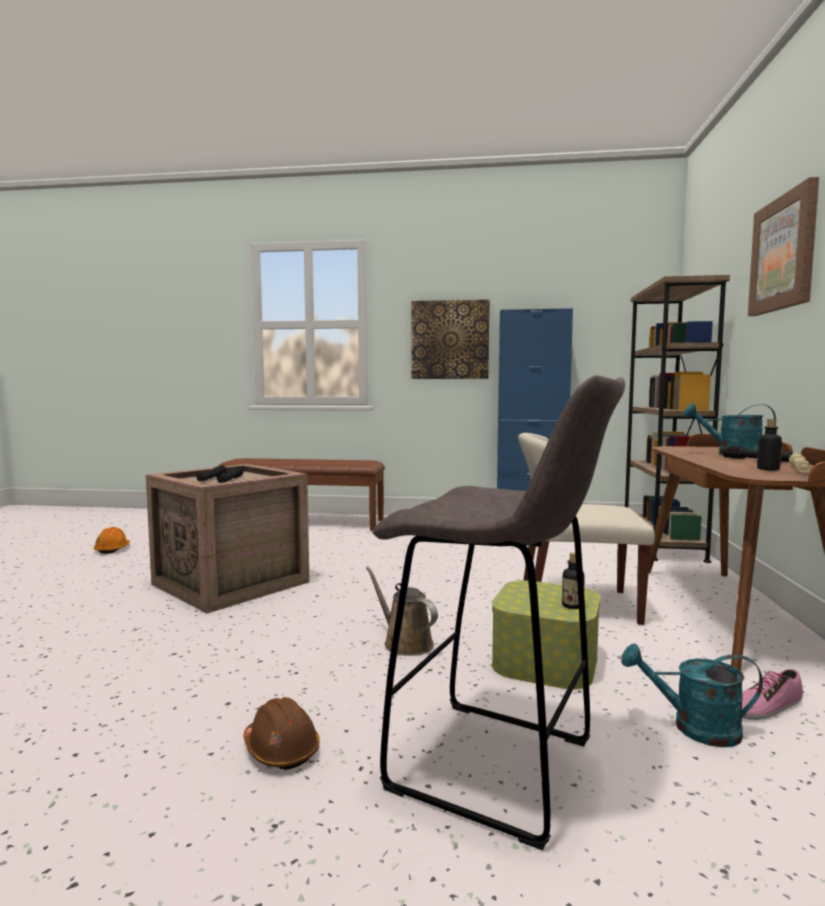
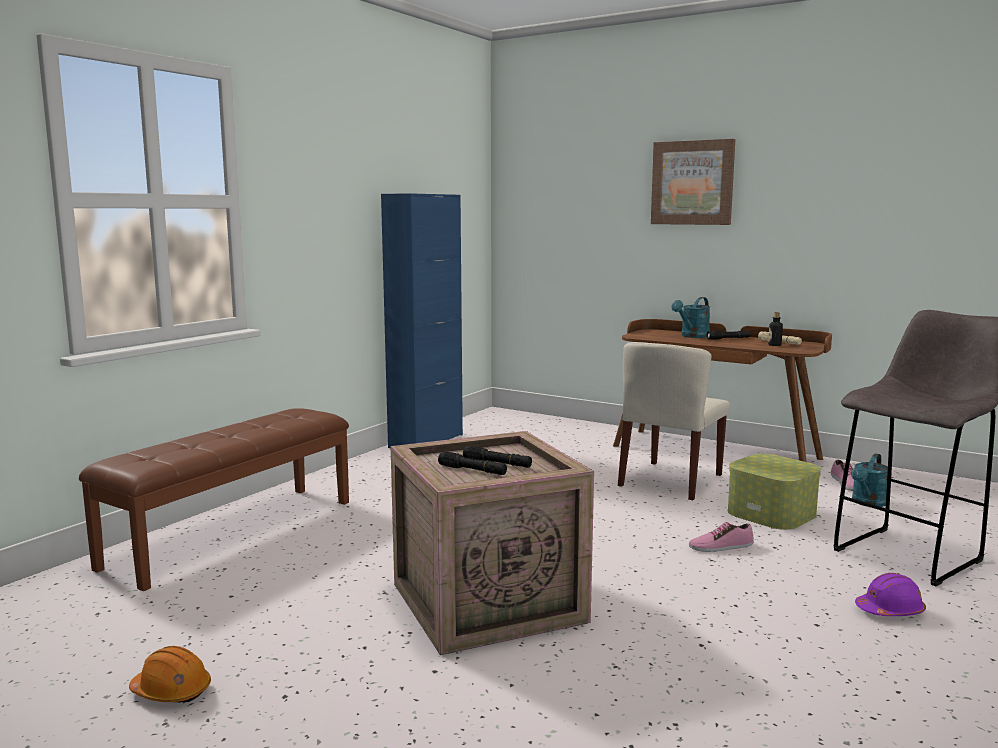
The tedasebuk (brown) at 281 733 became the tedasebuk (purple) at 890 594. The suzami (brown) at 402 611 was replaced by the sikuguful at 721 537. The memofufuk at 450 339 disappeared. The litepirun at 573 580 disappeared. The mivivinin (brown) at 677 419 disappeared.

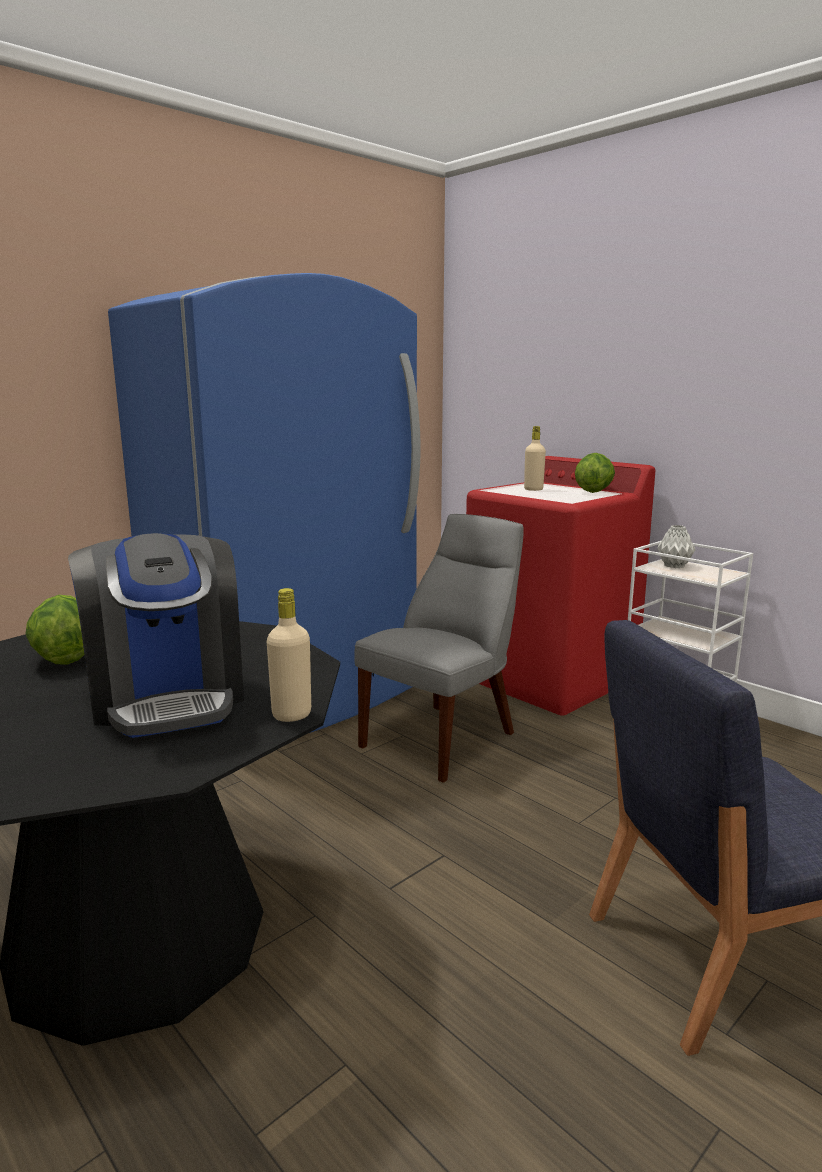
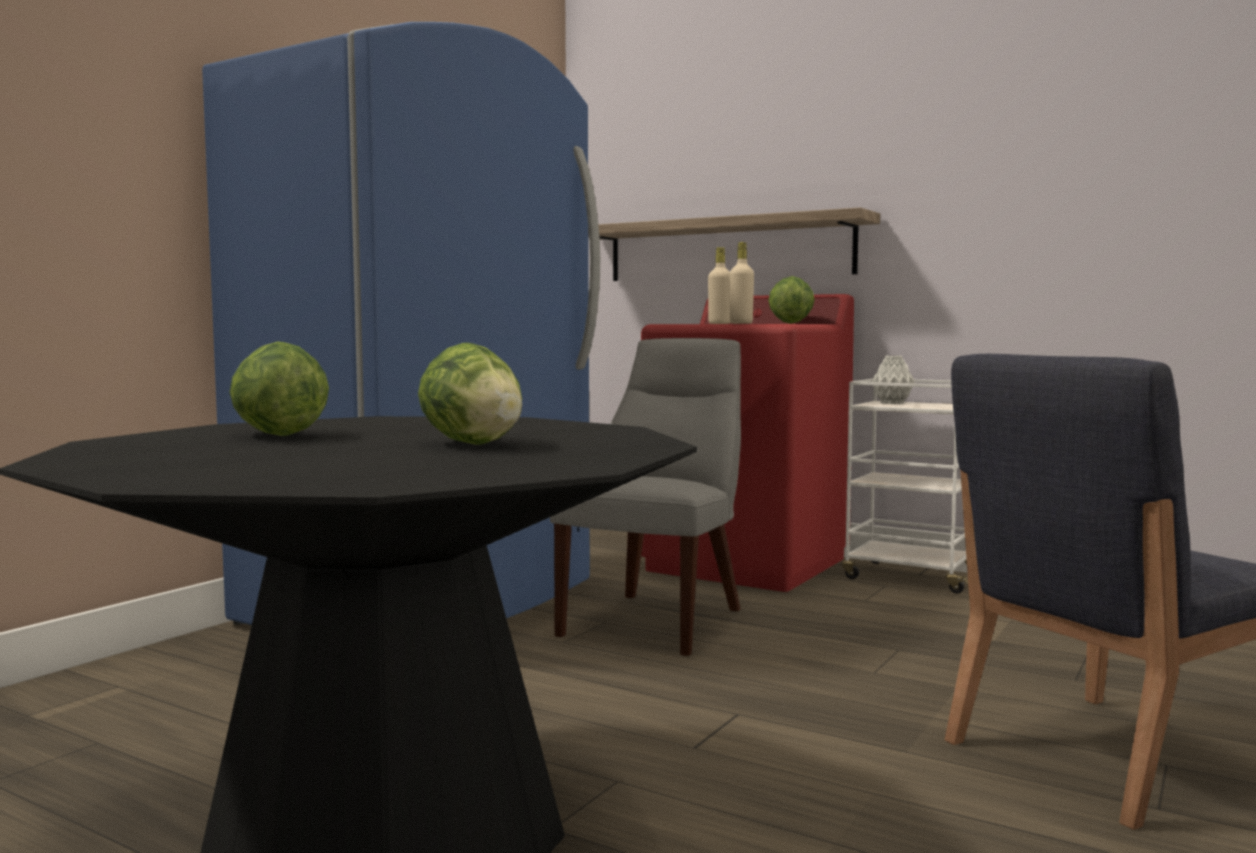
The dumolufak at 156 635 was replaced by the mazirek at 470 394. The litepirun (beige) moved from 289 655 to 742 283. The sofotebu at 734 244 appeared.

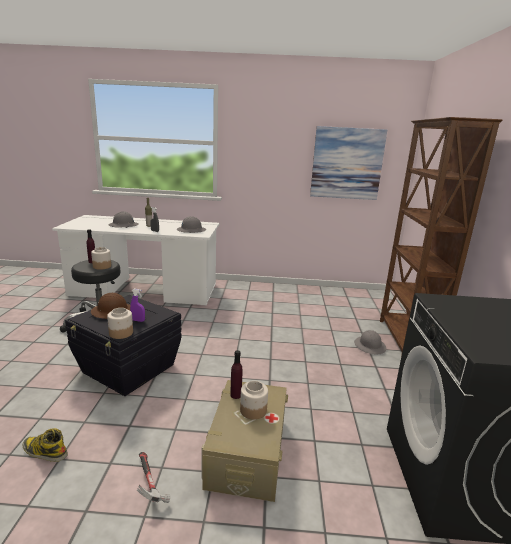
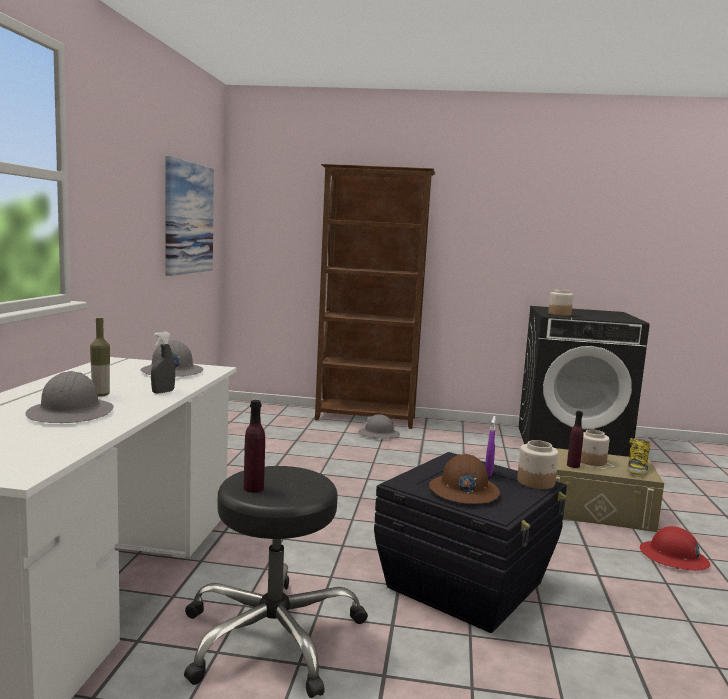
The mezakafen moved from 45 445 to 638 456. The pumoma moved from 101 258 to 561 302. The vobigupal at 153 477 was replaced by the tedasebuk (red) at 675 548.

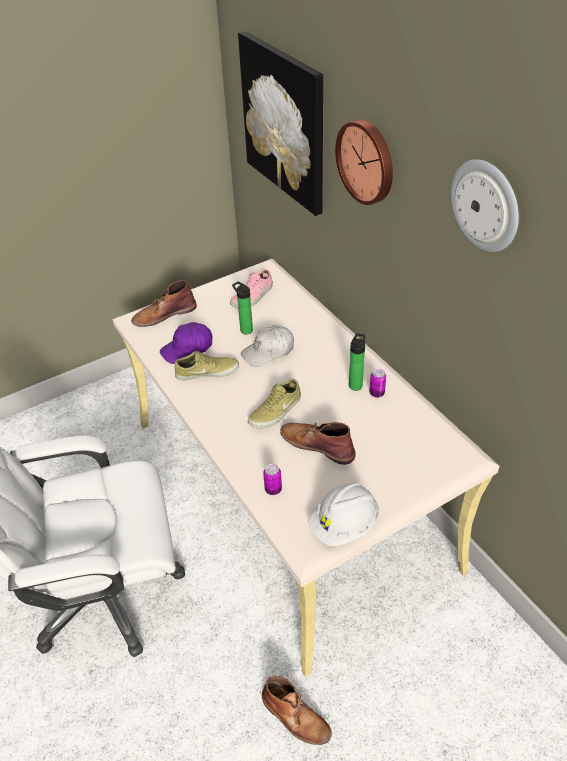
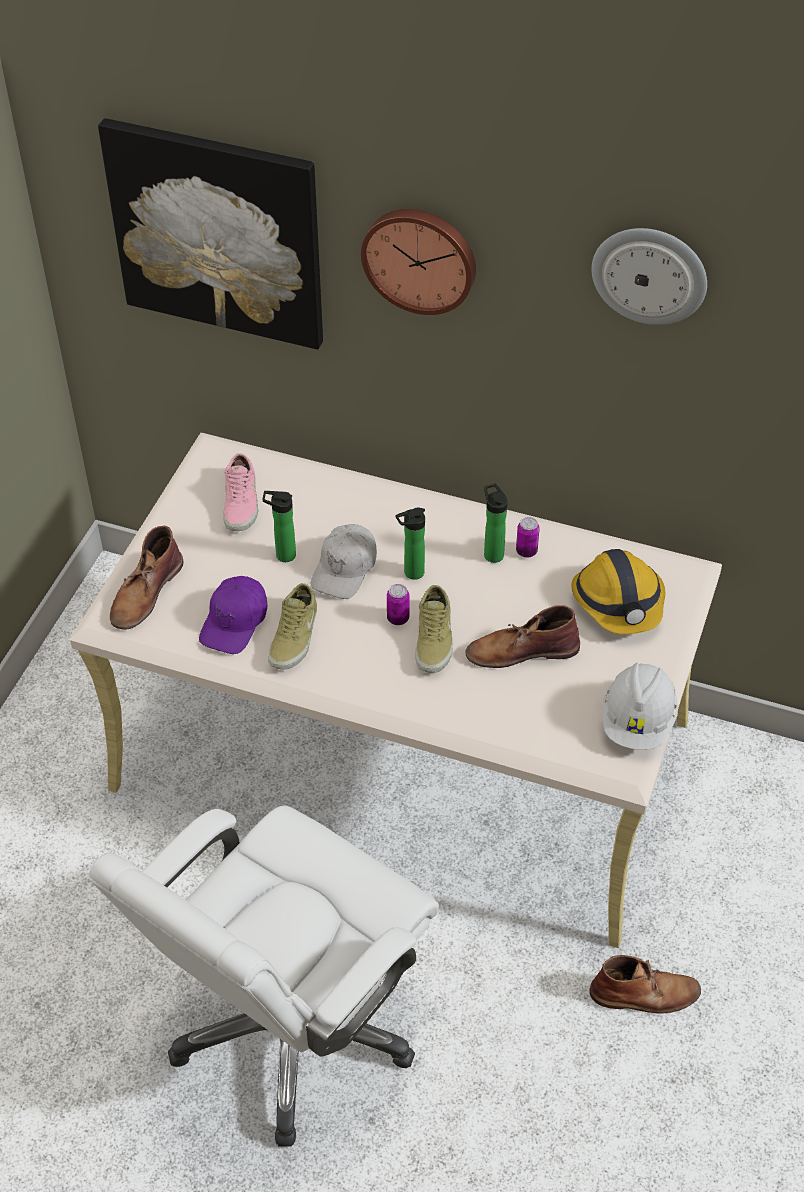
The sikuguful (beige) at 206 365 turned 150 degrees clockwise. The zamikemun moved from 272 479 to 398 604. The litepirun at 410 544 appeared. The tedasebuk at 618 591 appeared.

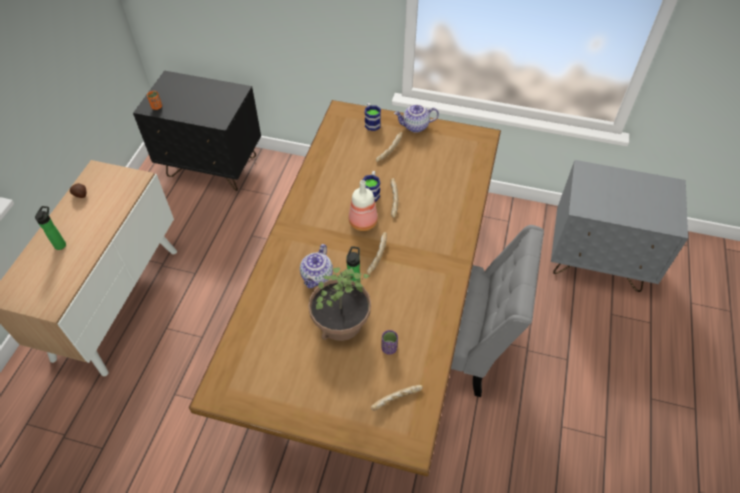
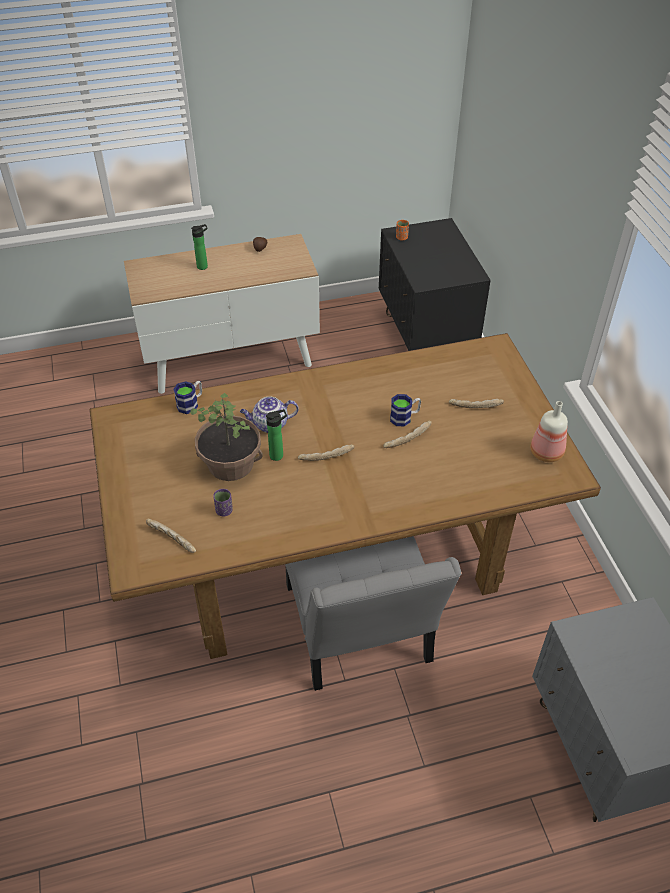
The litepirun moved from 363 205 to 549 431. The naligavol moved from 373 117 to 187 397. The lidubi at 416 118 disappeared.

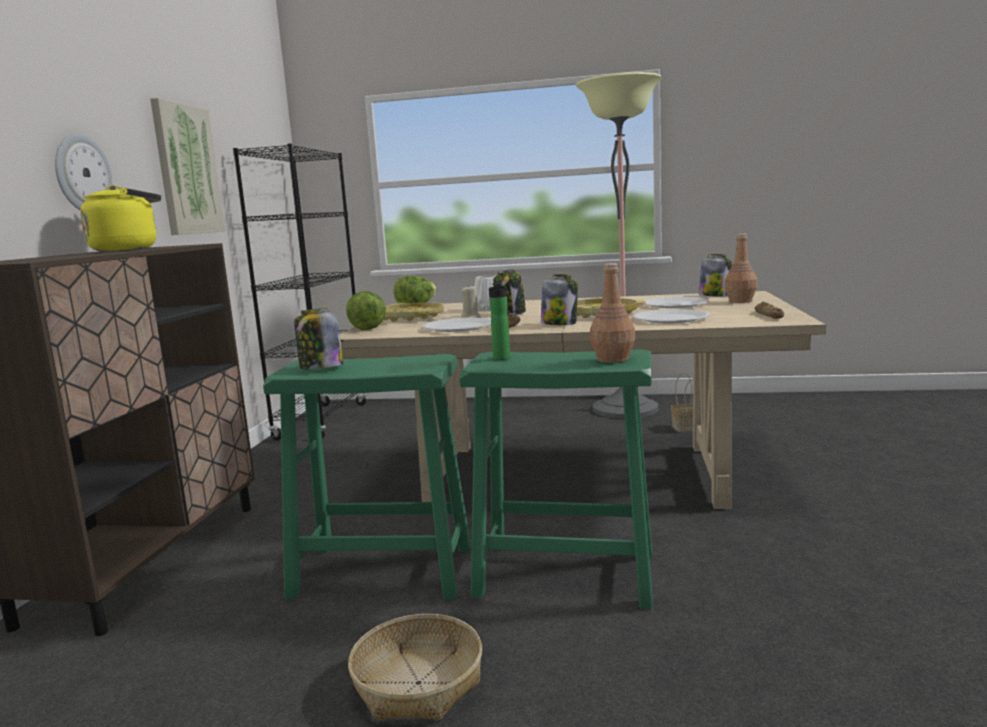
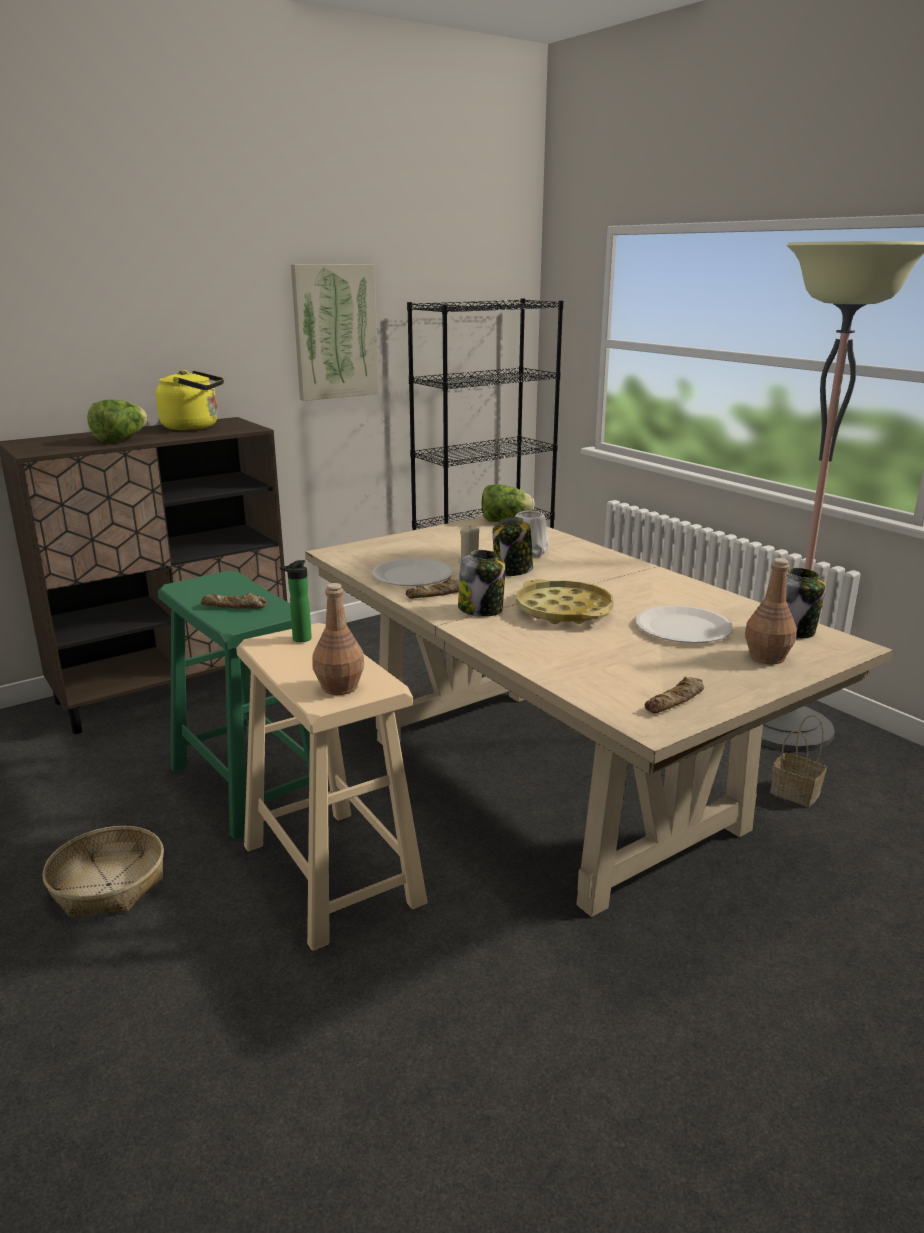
The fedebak at 83 171 disappeared. The pumoma at 318 338 disappeared. The mazirek moved from 366 310 to 117 421. The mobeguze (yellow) at 414 312 disappeared. The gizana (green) at 556 479 became the gizana (beige) at 331 787. The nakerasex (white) at 671 316 disappeared. The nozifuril at 234 600 appeared.

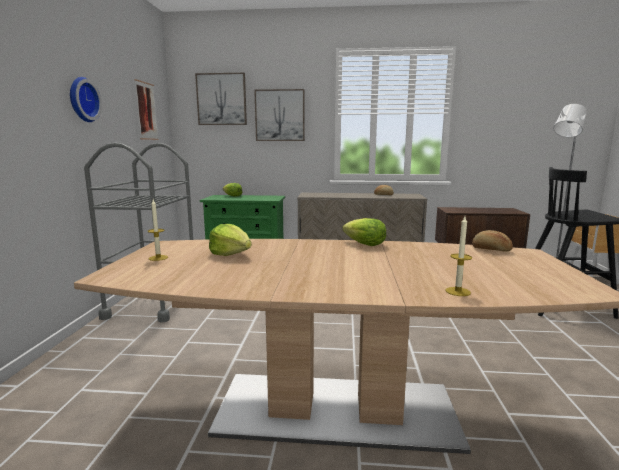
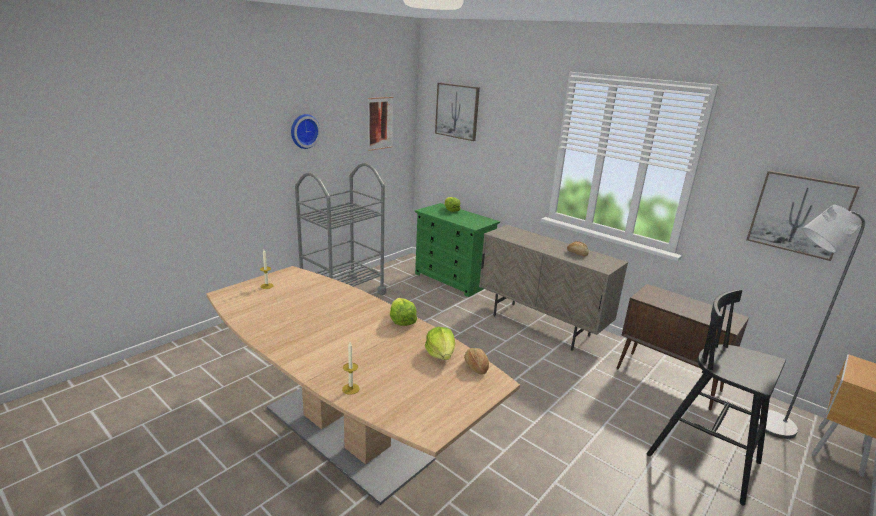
The mazirek moved from 230 240 to 440 343. The memofufuk moved from 279 115 to 803 216.

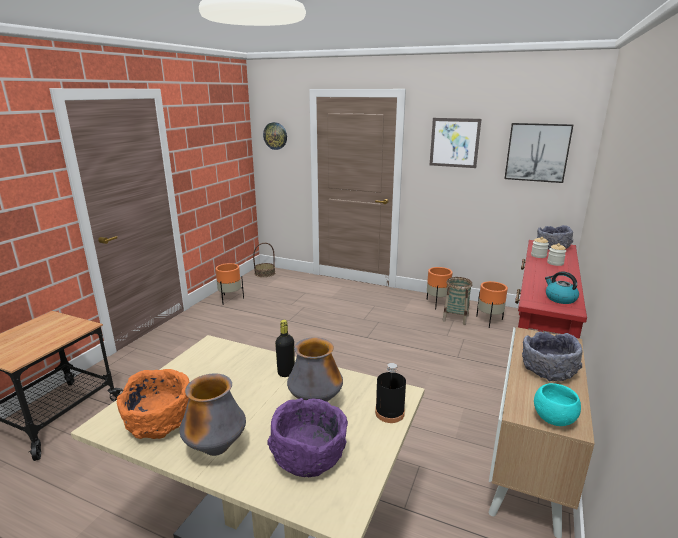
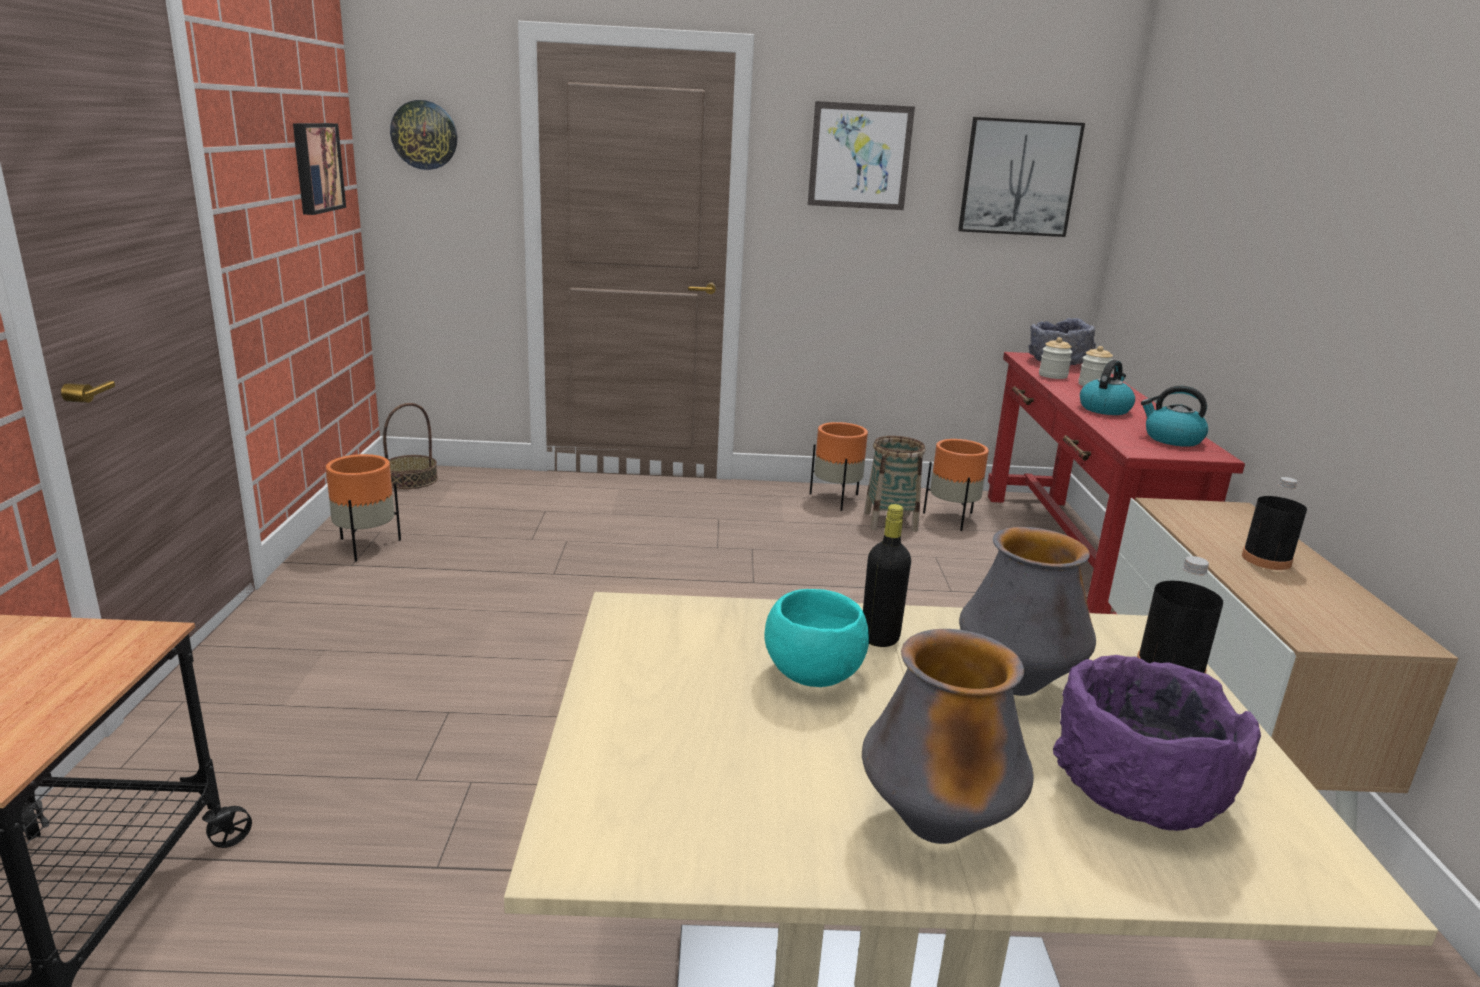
The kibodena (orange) at 153 404 disappeared. The kibodena (grey) at 552 356 was replaced by the litepirun (black) at 1274 523. The kibodena (turquoise) moved from 557 404 to 816 638. The memofufuk at 319 169 appeared. The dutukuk at 1107 387 appeared.

